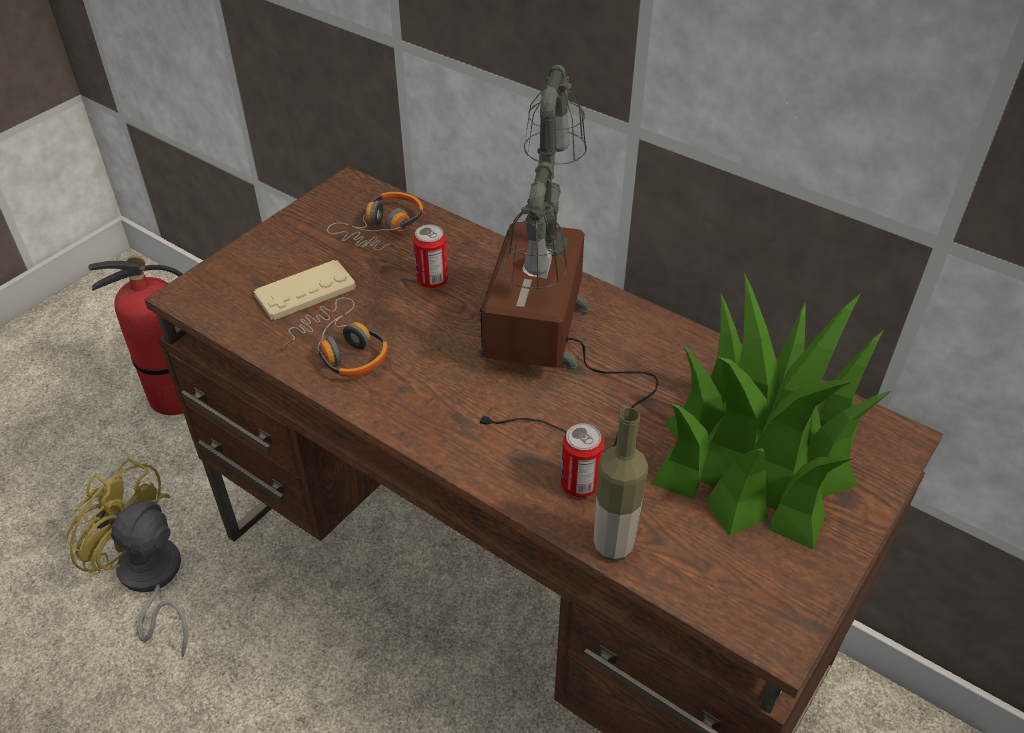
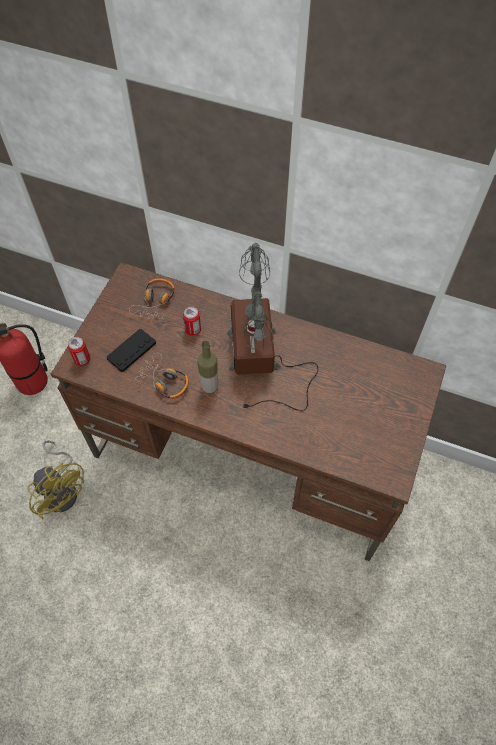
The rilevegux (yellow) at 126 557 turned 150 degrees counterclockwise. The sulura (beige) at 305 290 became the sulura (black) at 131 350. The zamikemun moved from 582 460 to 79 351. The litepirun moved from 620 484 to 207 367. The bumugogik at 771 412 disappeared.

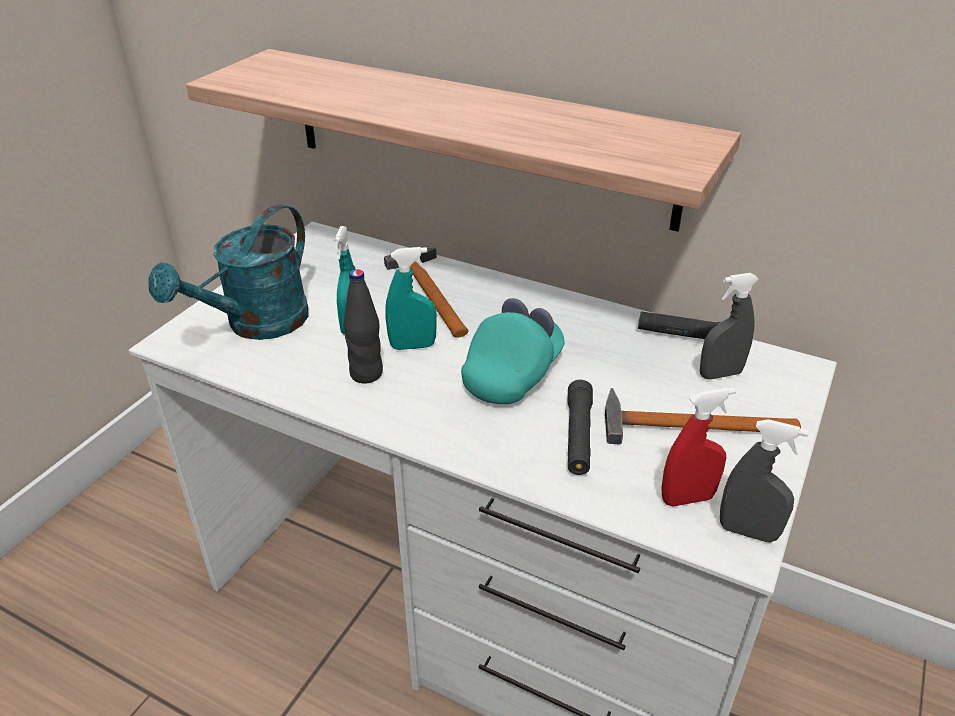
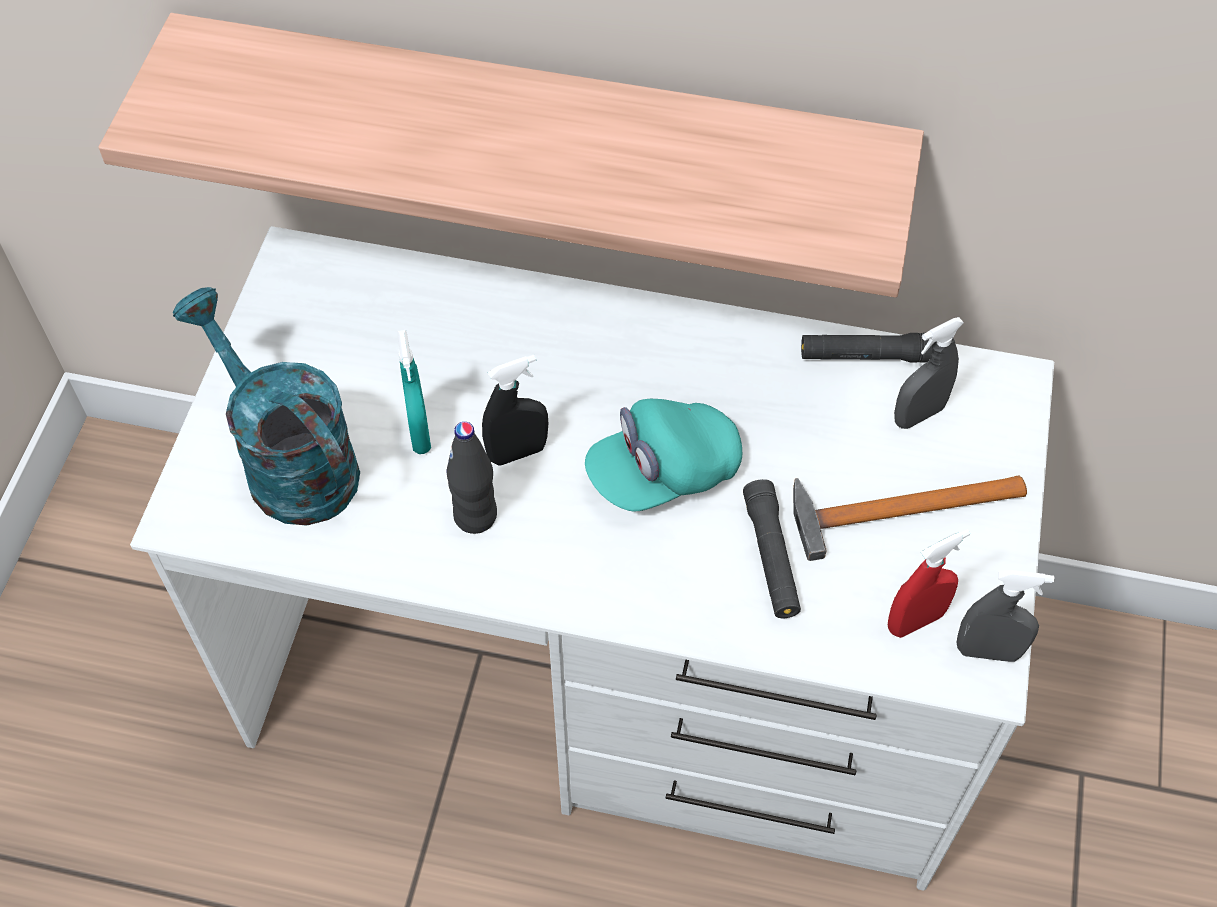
The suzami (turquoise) at 228 272 turned 120 degrees clockwise. The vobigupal at 426 292 disappeared. The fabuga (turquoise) at 411 298 became the fabuga (black) at 515 410. The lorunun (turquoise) at 512 351 turned 135 degrees counterclockwise.

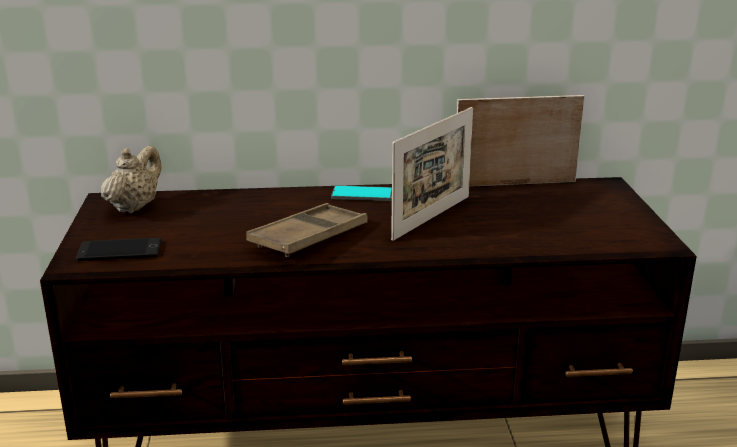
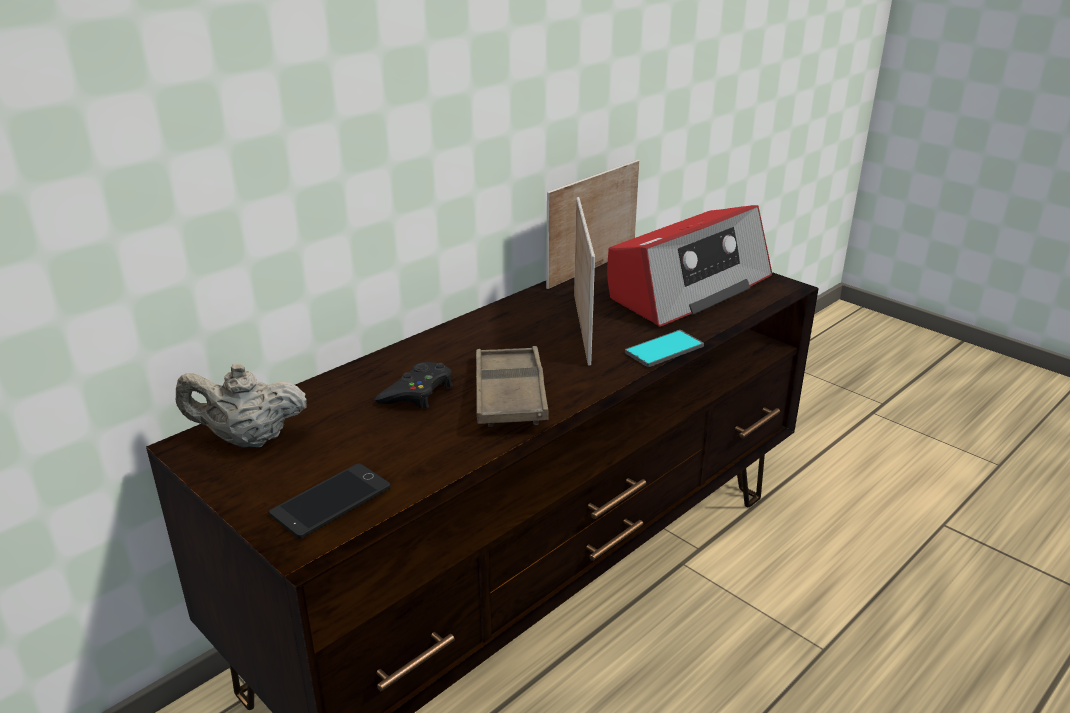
The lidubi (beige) at 131 179 turned 75 degrees counterclockwise. The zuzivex moved from 361 193 to 664 348. The sulura (black) at 413 385 appeared. The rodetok at 689 266 appeared.

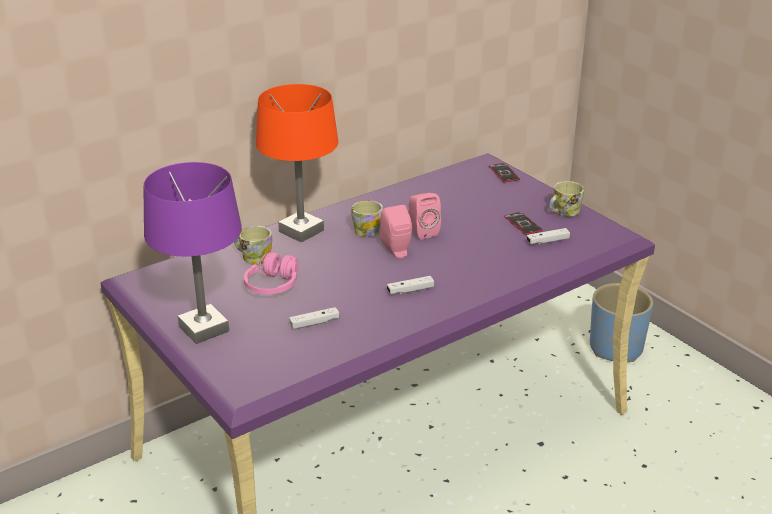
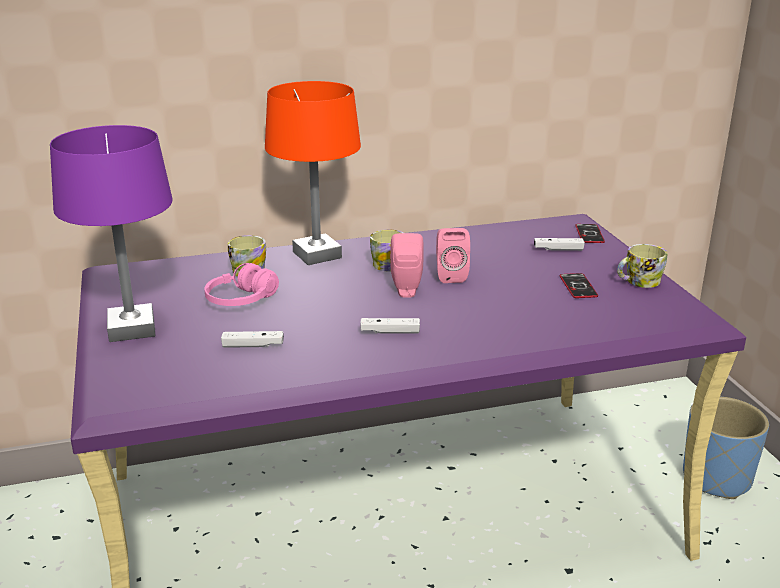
The sulura (white) moved from 548 236 to 559 244.

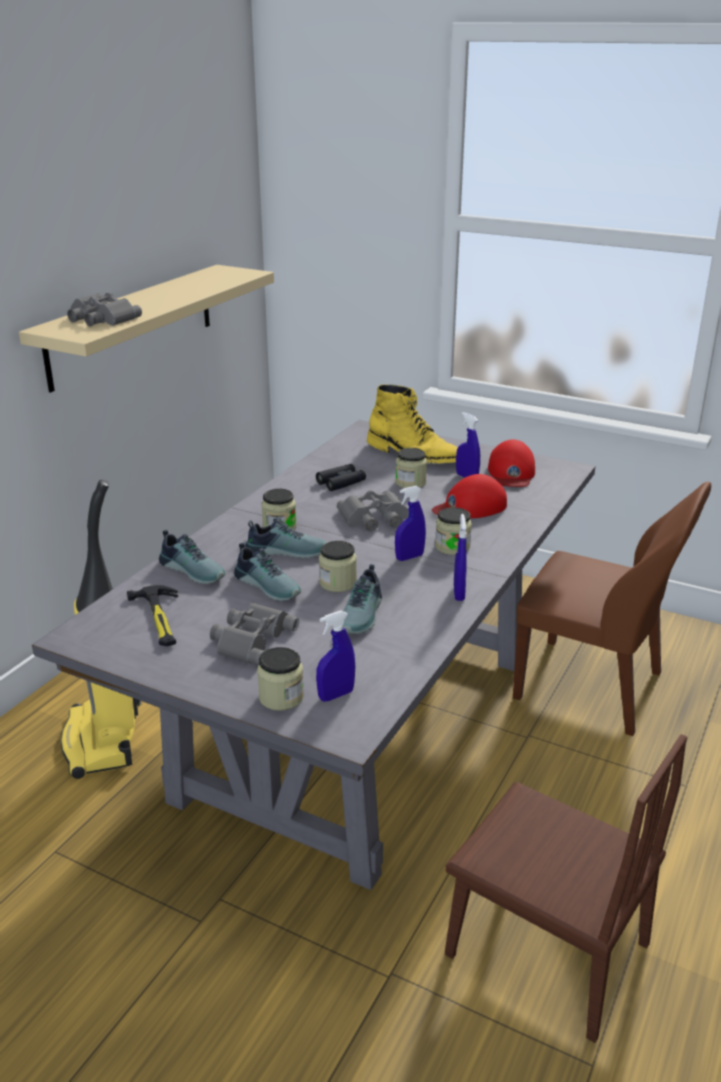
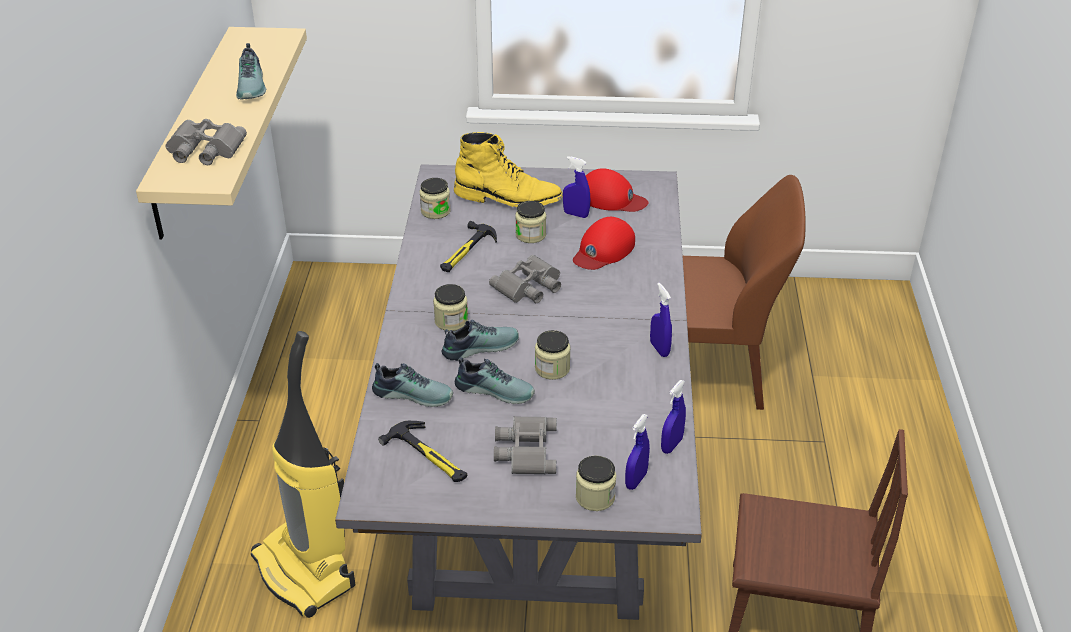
The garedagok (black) at 341 477 was replaced by the vobigupal at 468 246. The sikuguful moved from 362 599 to 251 71. The fabuga (blue) moved from 410 523 to 673 417. The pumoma moved from 453 531 to 435 198. The lorunun (red) at 511 463 turned 45 degrees counterclockwise.

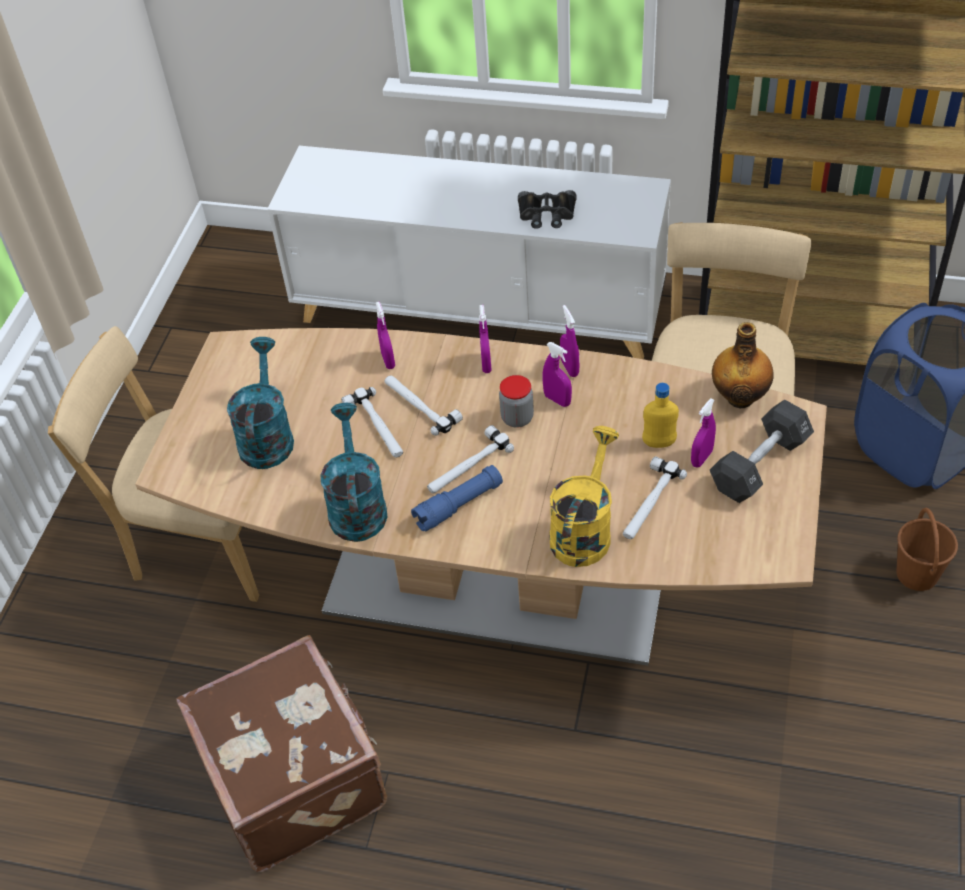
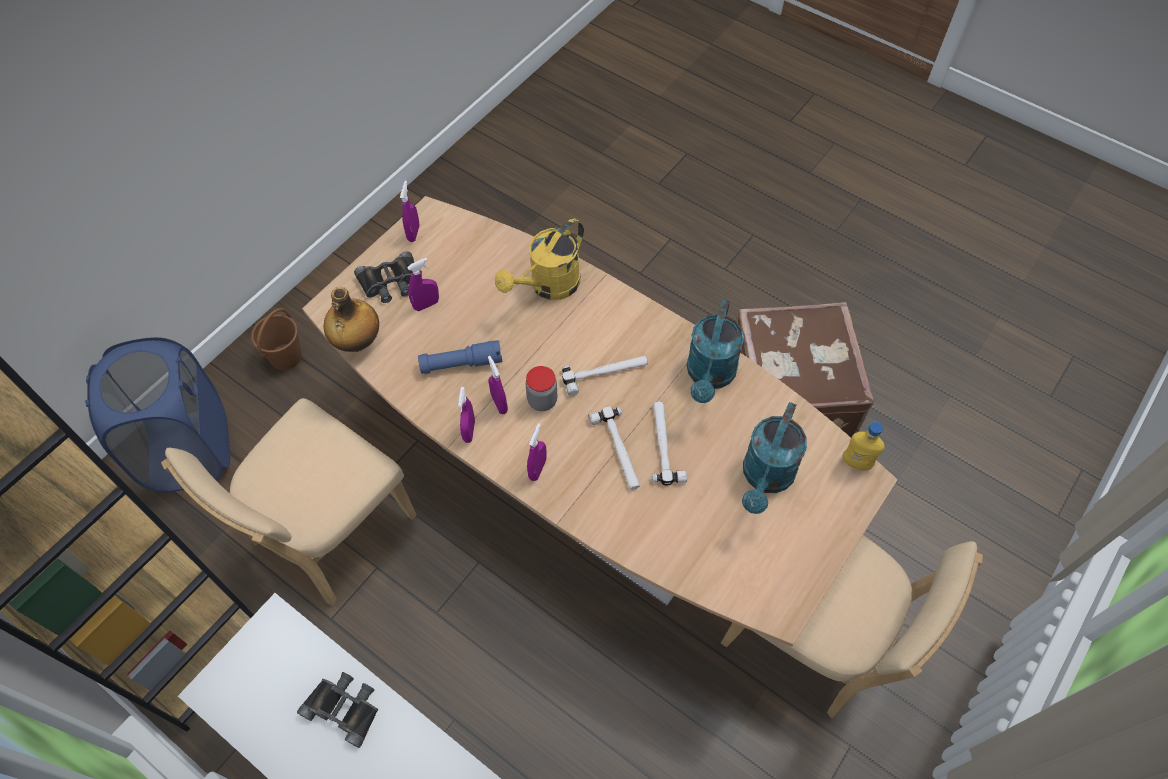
The fabuga (purple) moved from 385 335 to 410 211. The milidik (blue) moved from 457 498 to 460 357. The vobigupal at 655 497 disappeared. The litepirun (yellow) moved from 660 415 to 864 446. The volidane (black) at 762 451 was replaced by the garedagok (black) at 384 277.

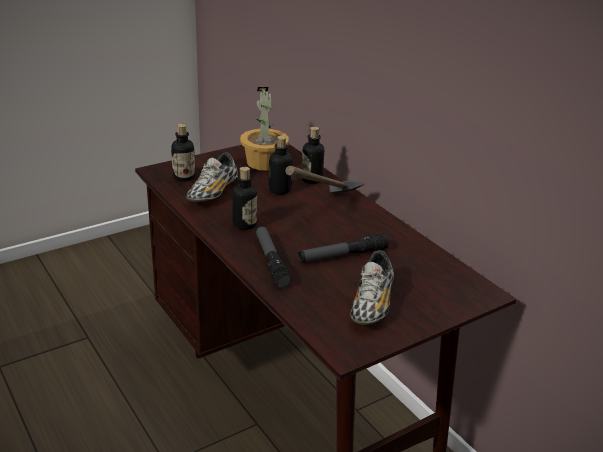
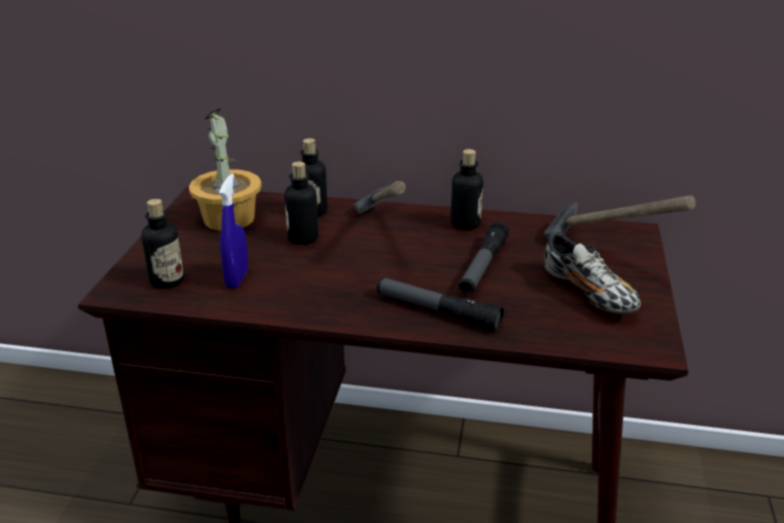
The sikuguful at 212 177 was replaced by the fabuga (blue) at 233 231. The litepirun moved from 244 198 to 467 189. The vobigupal at 620 217 appeared.

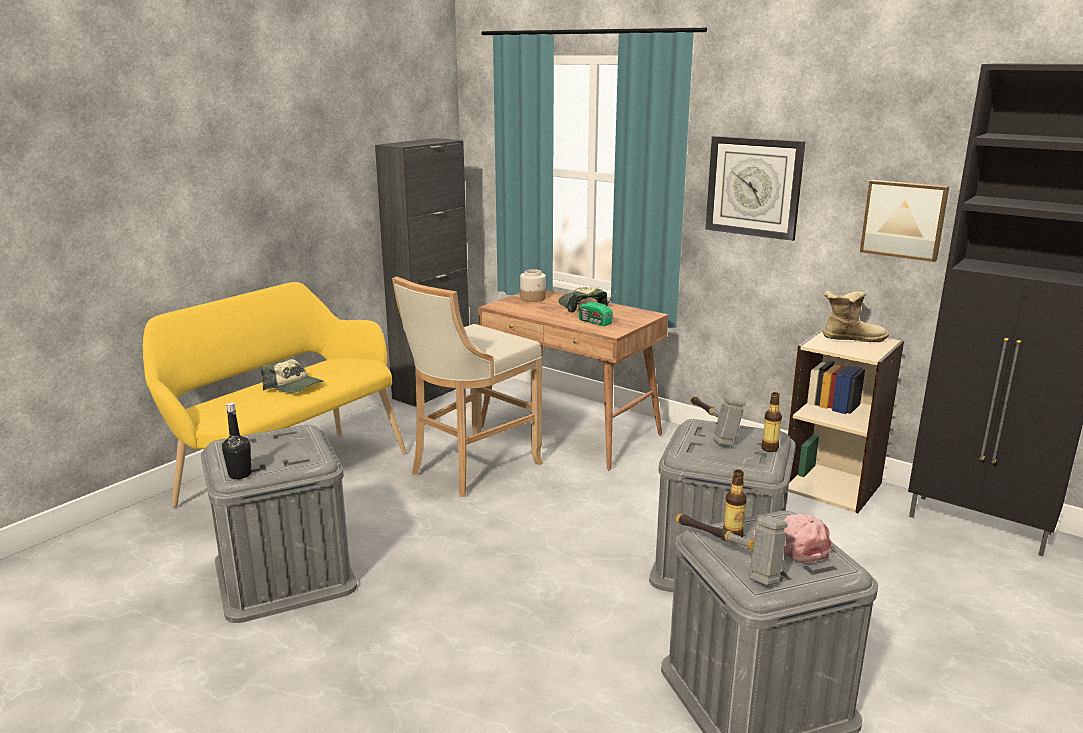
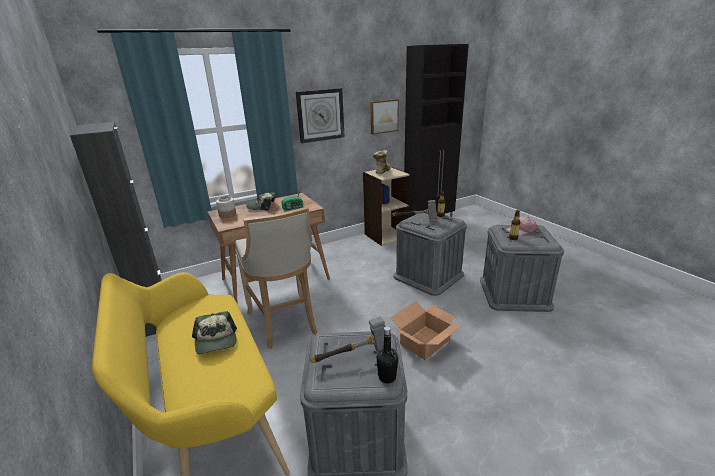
The lorunun at 292 375 turned 105 degrees clockwise. The vobigupal moved from 731 550 to 348 340. The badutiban at 426 330 appeared.

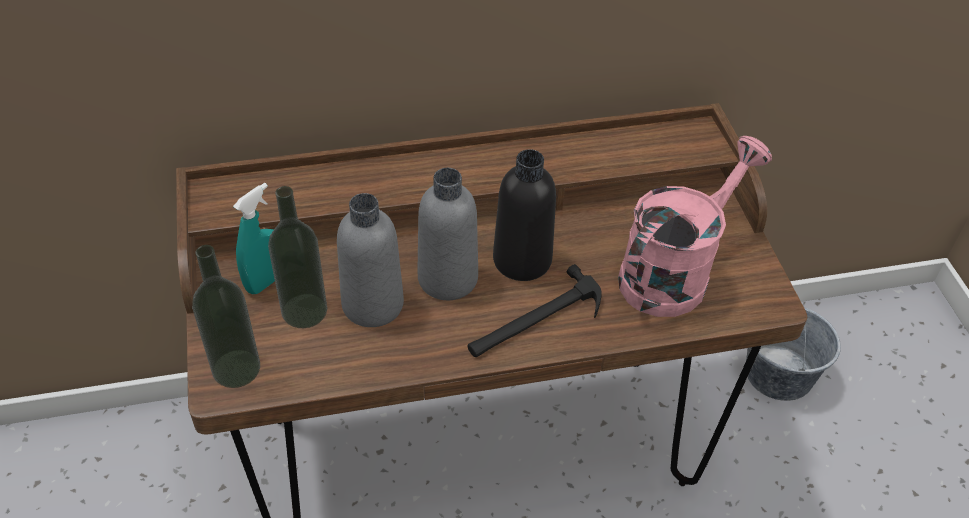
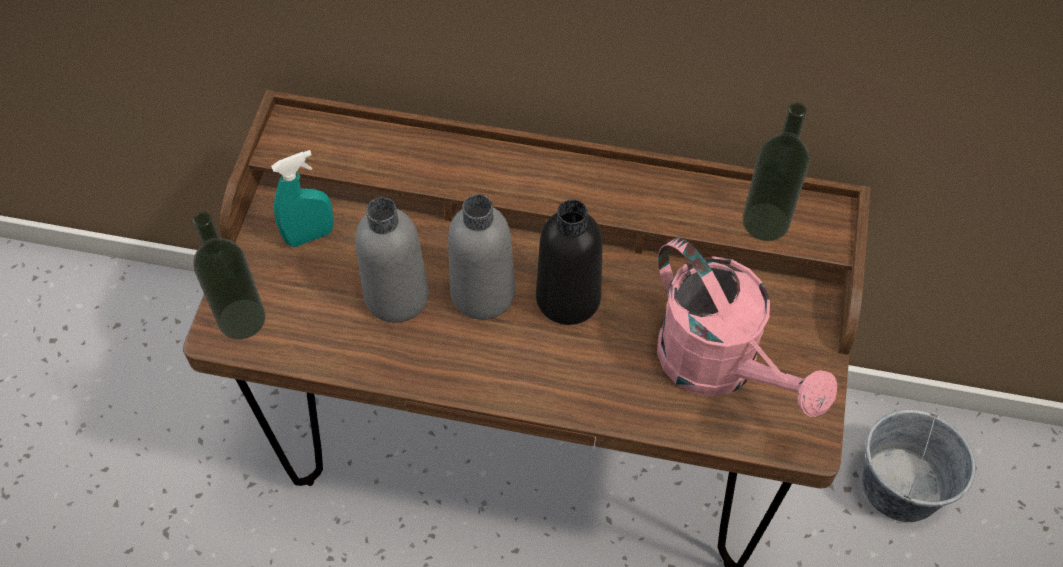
The litepirun moved from 297 257 to 776 172. The vobigupal at 534 310 disappeared. The suzami (pink) at 695 226 turned 75 degrees clockwise.

